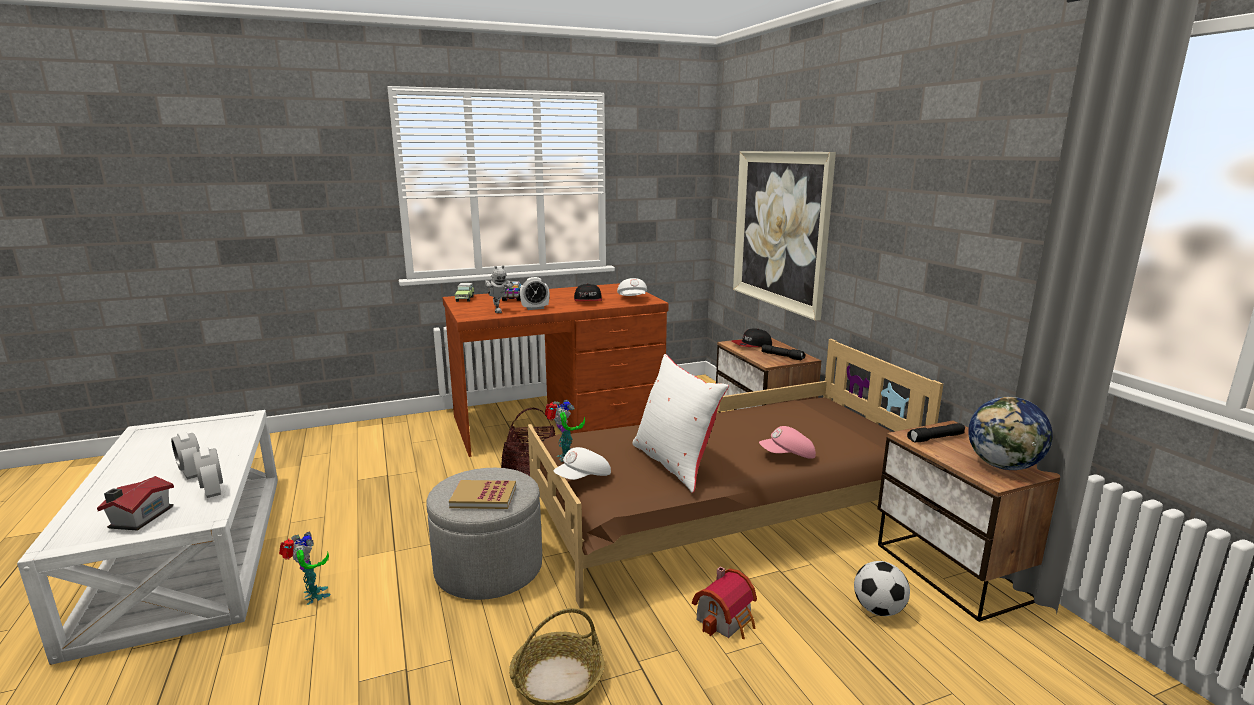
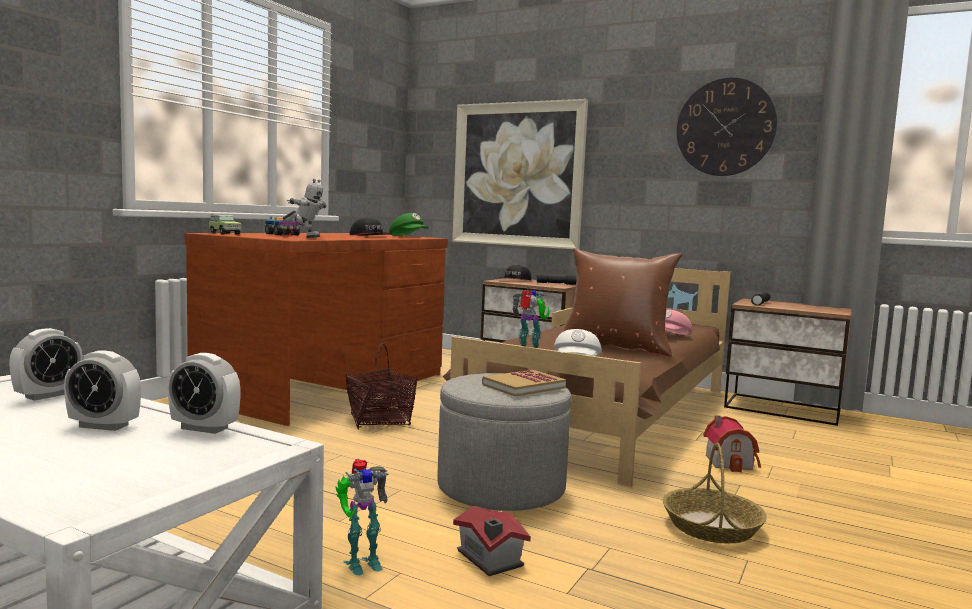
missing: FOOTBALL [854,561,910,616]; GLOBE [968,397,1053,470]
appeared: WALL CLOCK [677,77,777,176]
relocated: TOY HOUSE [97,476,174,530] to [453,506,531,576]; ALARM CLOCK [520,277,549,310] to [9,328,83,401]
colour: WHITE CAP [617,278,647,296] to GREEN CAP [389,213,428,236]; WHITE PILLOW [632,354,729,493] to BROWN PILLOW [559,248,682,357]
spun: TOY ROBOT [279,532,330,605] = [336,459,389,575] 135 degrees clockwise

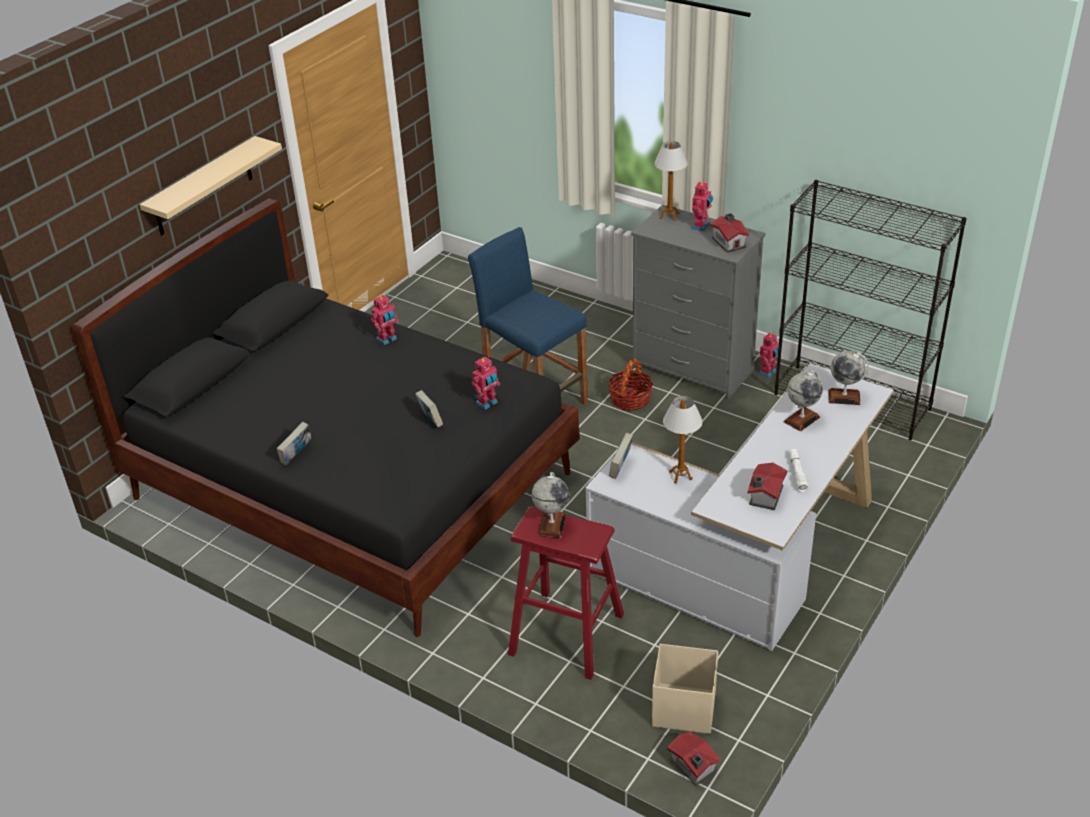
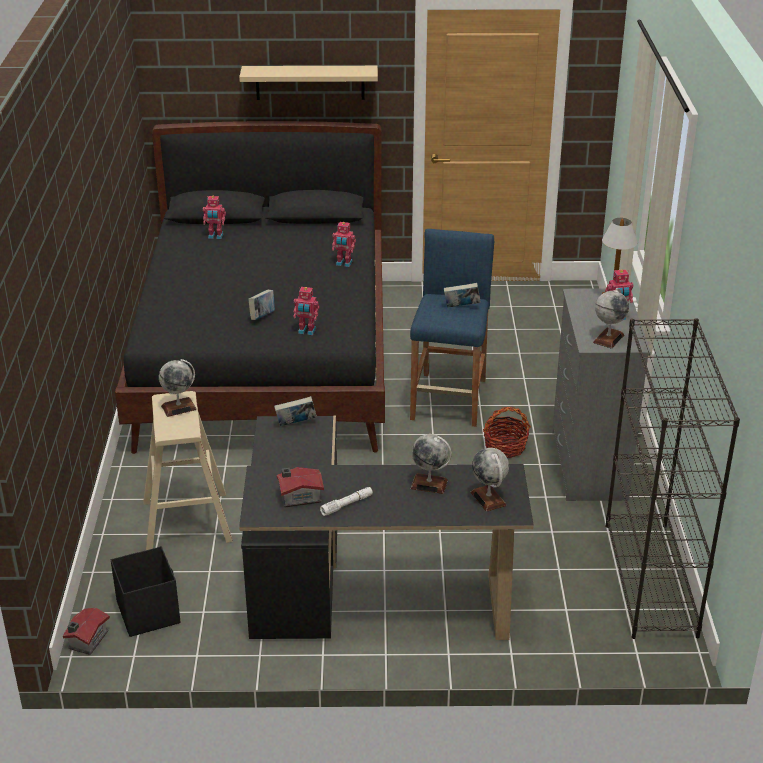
missing: TABLE LAMP [663,396,703,483]
relocated: BOOK [277,422,311,465] to [444,283,481,308]; TOY ROBOT [758,332,779,378] to [203,196,226,239]
exchanged: TOY HOUSE [710,213,750,253] to GLOBE [593,288,629,349]
colour: RED STOOL [508,506,624,680] to BEIGE STOOL [143,391,232,550]; WHITE DESK [585,363,894,651] to BLACK DESK [239,416,534,640]; BEIGE STORAGE BOX [652,644,718,734] to BLACK STORAGE BOX [111,546,180,637]

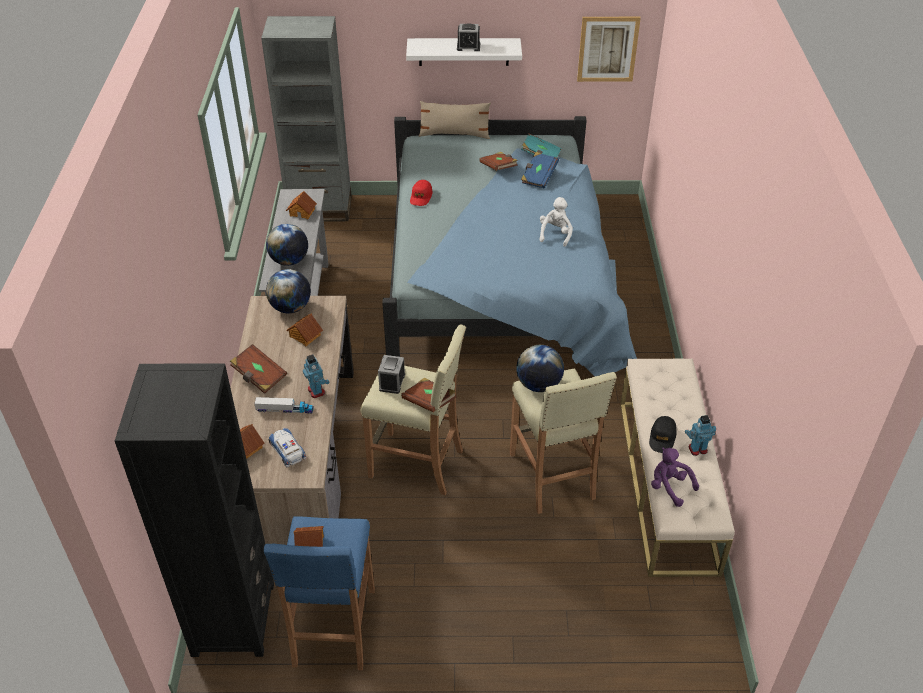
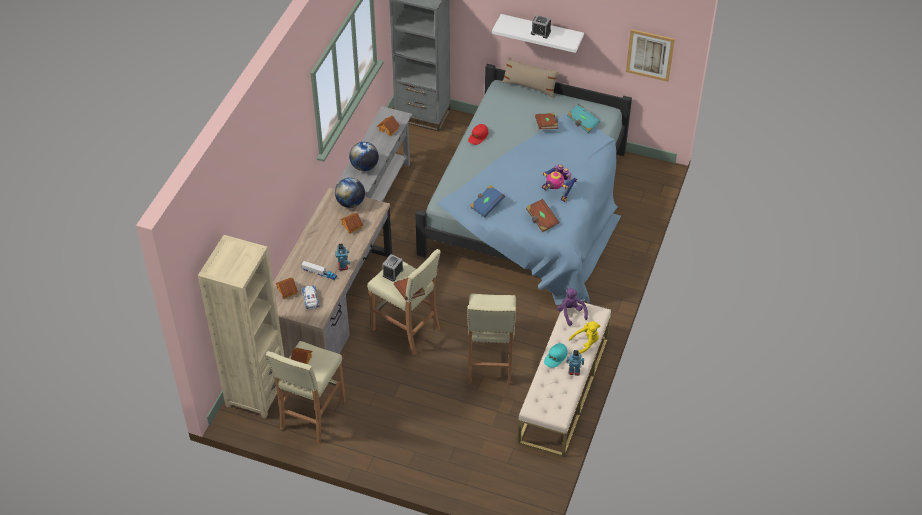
missing: GLOBE [516,345,564,392]
appeared: YELLOW PLUSH TOY [569,321,600,354]
relocated: BROWN BOOK [230,344,287,394] to [526,199,560,232]; BLUE BOOK [521,152,559,188] to [470,185,505,218]; PURPLE PLUSH TOY [651,448,699,507] to [557,287,588,326]
exchanged: WHITE PLUSH TOY [539,197,573,247] to TOY ROBOT [542,164,577,202]
colour: BLACK BOOKCASE [115,363,274,657] to BEIGE BOOKCASE [198,235,285,418]; BLUE STOOL [264,516,375,670] to BEIGE STOOL [266,341,346,443]; BLACK CAP [649,416,677,453] to TURQUOISE CAP [544,343,568,368]

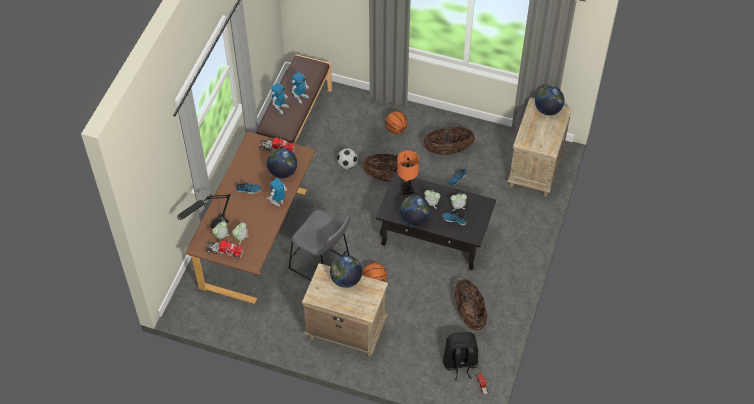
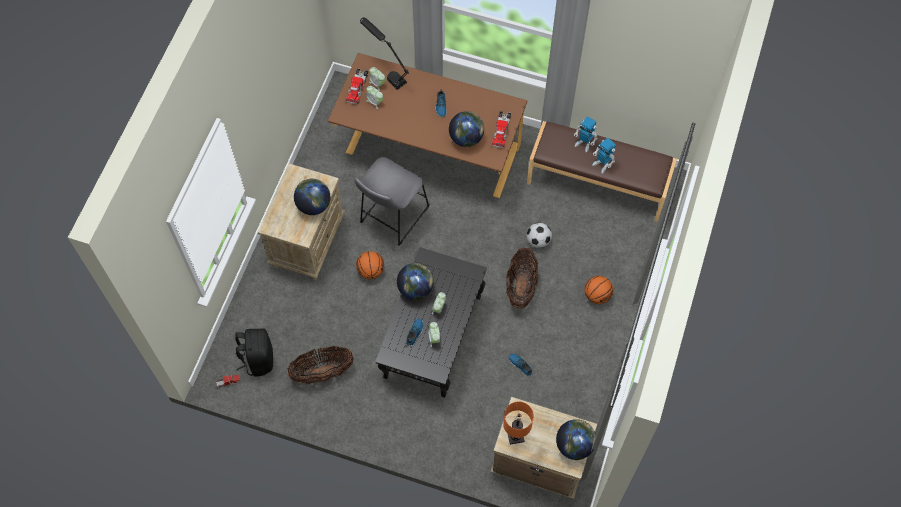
missing: TOY ROBOT [267,178,287,206]; BASKET [423,127,475,155]
relocated: ORANGE TABLE LAMP [397,150,419,195] to [503,401,534,445]

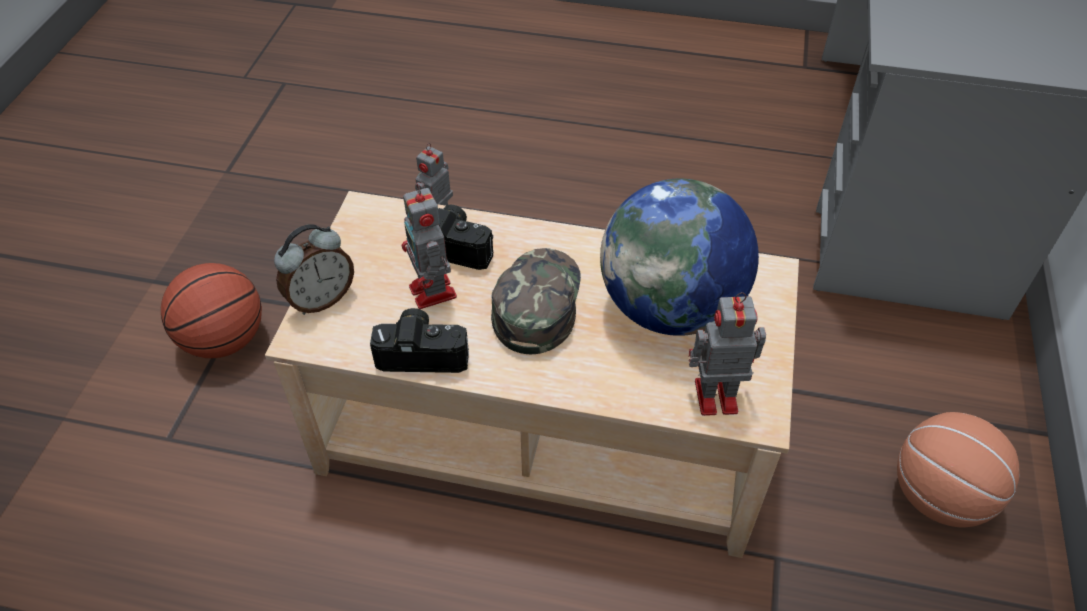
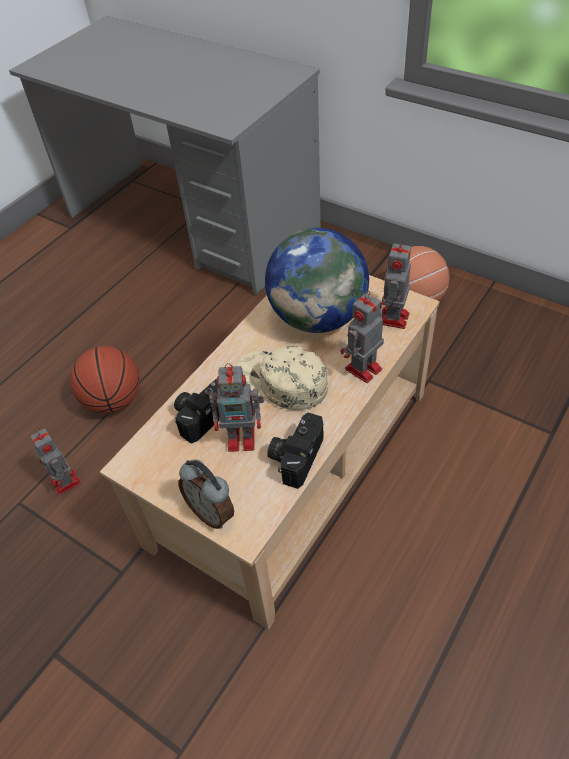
appeared: TOY ROBOT [341,291,384,383]
relocated: BASKETBALL [161,263,262,358] to [70,346,140,414]
colour: GREEN CAP [491,248,581,354] to BEIGE CAP [237,346,328,410]
spun: ALARM CLOCK [274,224,354,315] = [178,459,234,529] 150 degrees clockwise

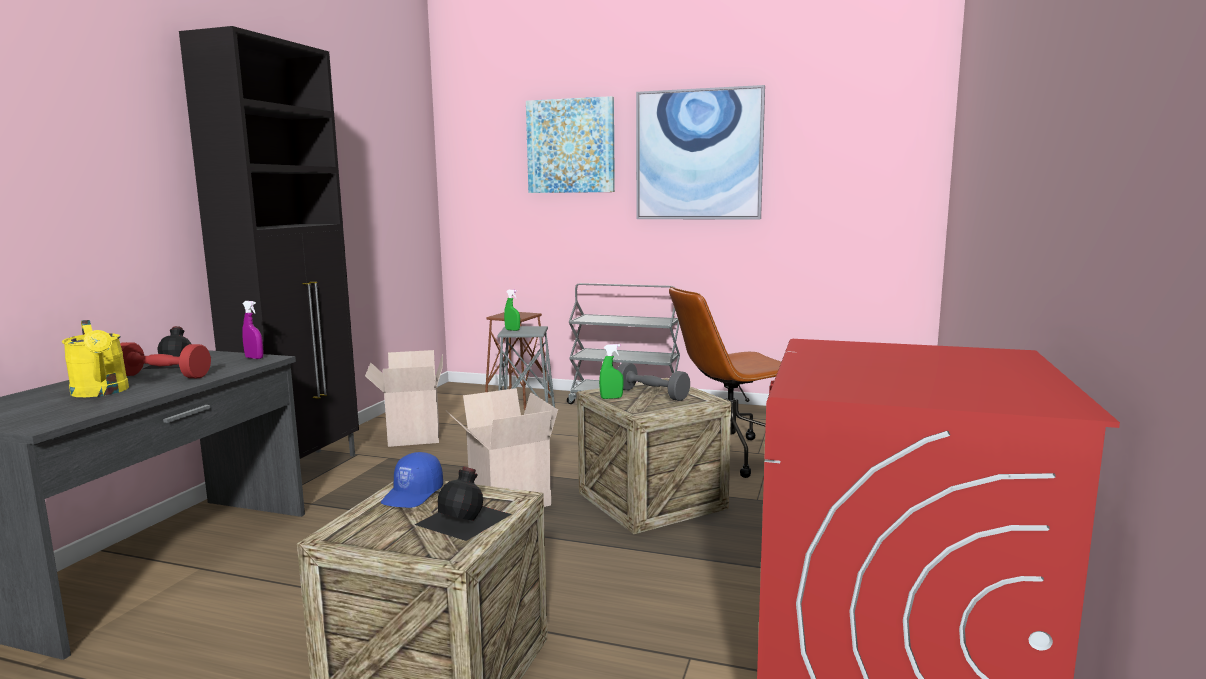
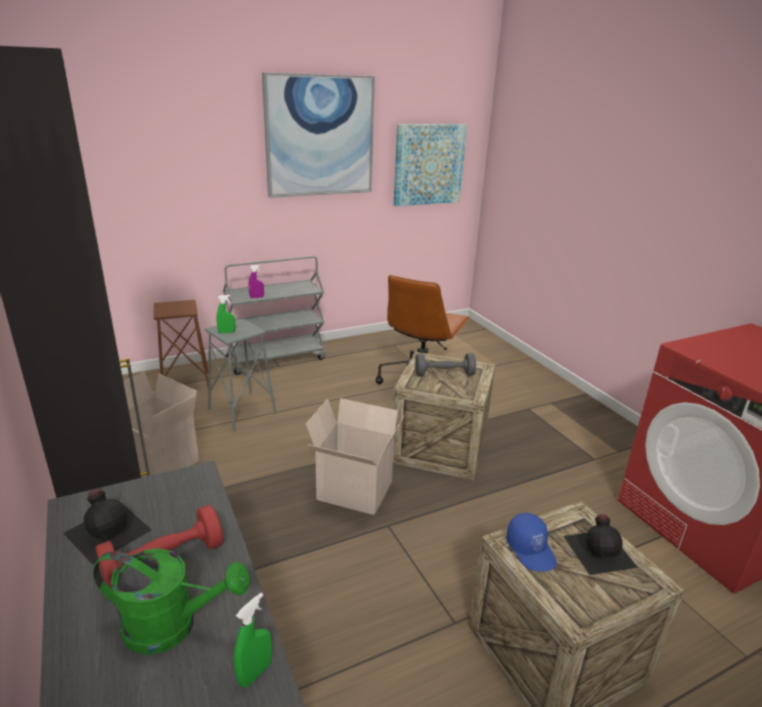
relocated: PURPLE SPRAY BOTTLE [242,301,264,359] to [248,265,264,298]; PICTURE [526,96,615,193] to [394,124,467,206]; GREEN SPRAY BOTTLE [599,344,624,399] to [234,593,272,687]
colour: YELLOW WATERING CAN [62,320,129,397] to GREEN WATERING CAN [93,549,250,655]

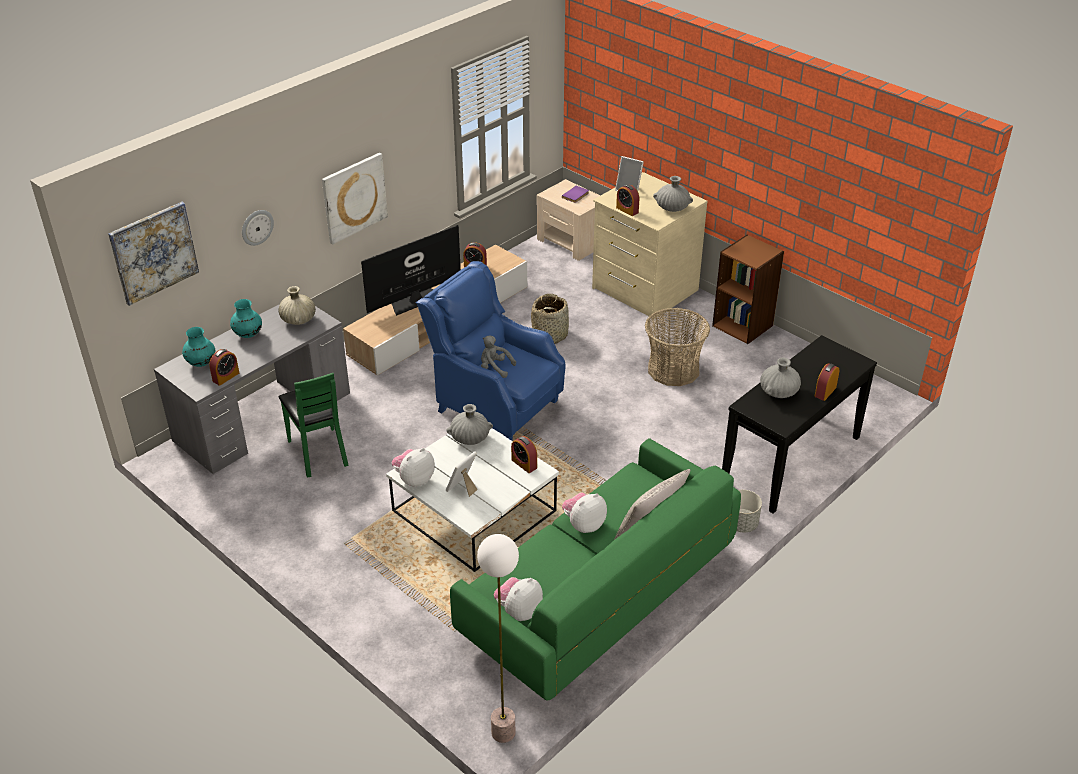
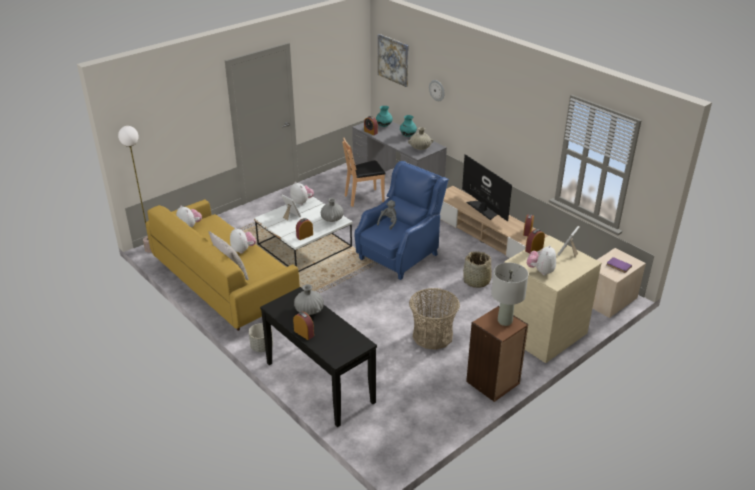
missing: PICTURE [322,153,388,245]
appeared: GREY TABLE LAMP [491,263,528,326]
exchanged: GREY VASE [653,176,693,212] to PLUSH TOY [527,245,556,275]
colour: GREEN CHAIR [279,373,348,478] to BROWN CHAIR [342,138,386,207]; GREEN SOFA [450,438,741,701] to YELLOW SOFA [146,199,300,331]

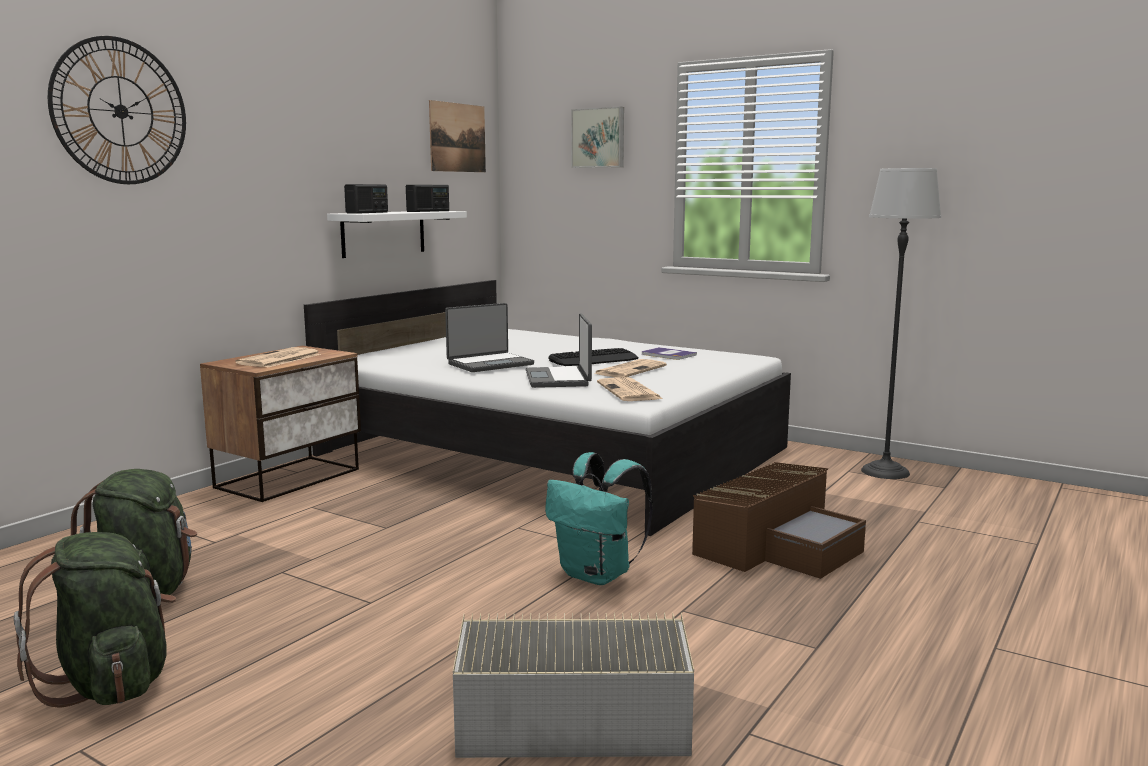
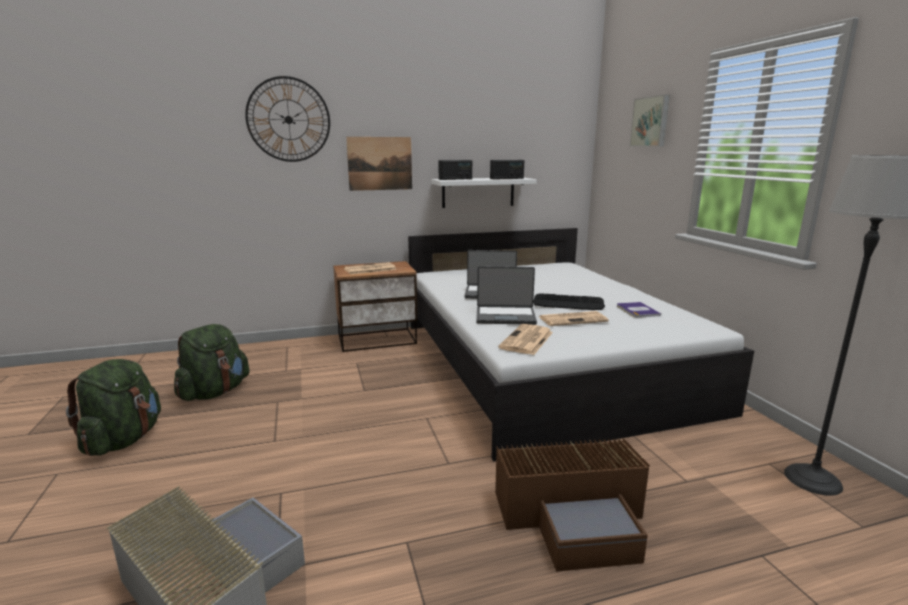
missing: TURQUOISE BACKPACK [545,452,653,585]
relocated: PICTURE [429,100,486,172] to [346,137,412,191]
spun: LAPTOP [526,313,592,388] = [476,266,537,325] 120 degrees counterclockwise

